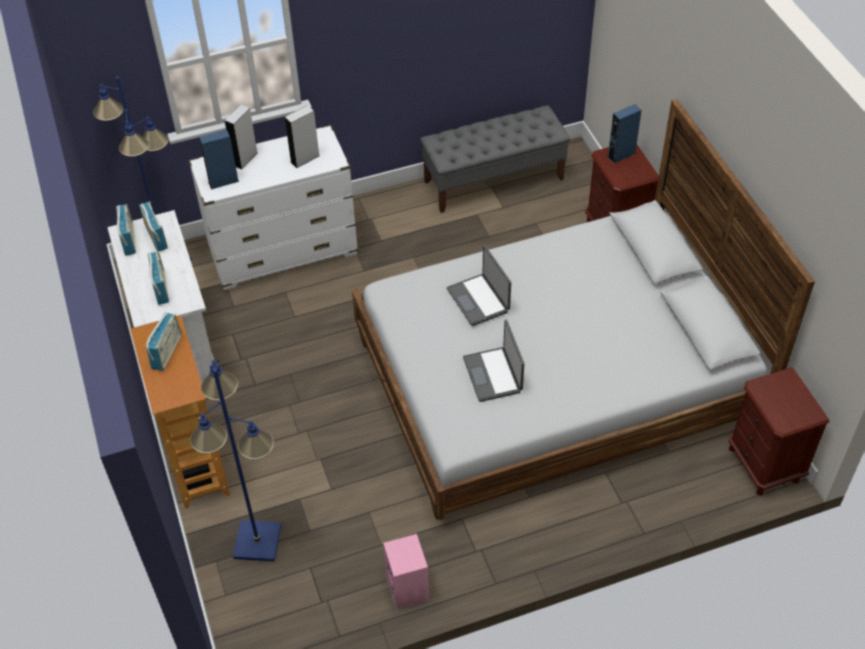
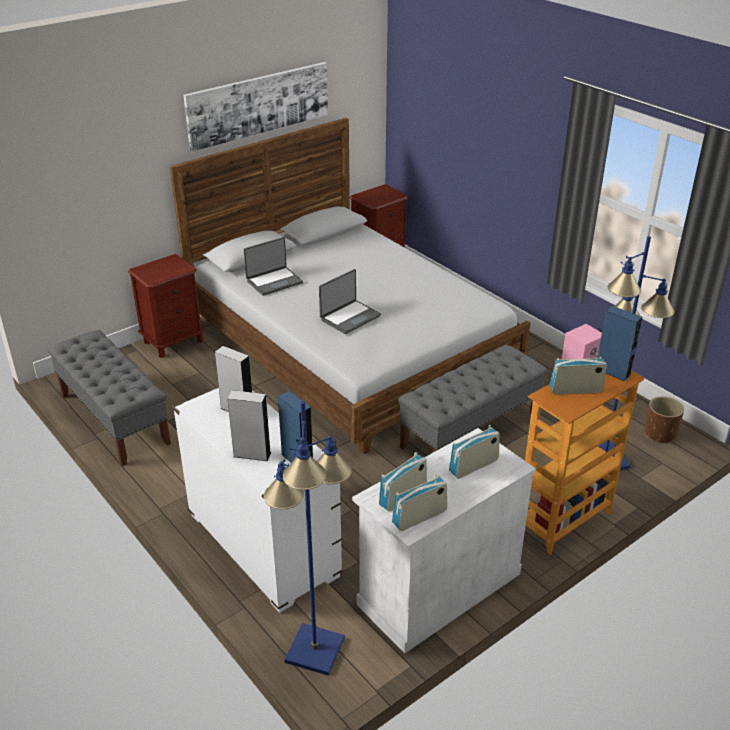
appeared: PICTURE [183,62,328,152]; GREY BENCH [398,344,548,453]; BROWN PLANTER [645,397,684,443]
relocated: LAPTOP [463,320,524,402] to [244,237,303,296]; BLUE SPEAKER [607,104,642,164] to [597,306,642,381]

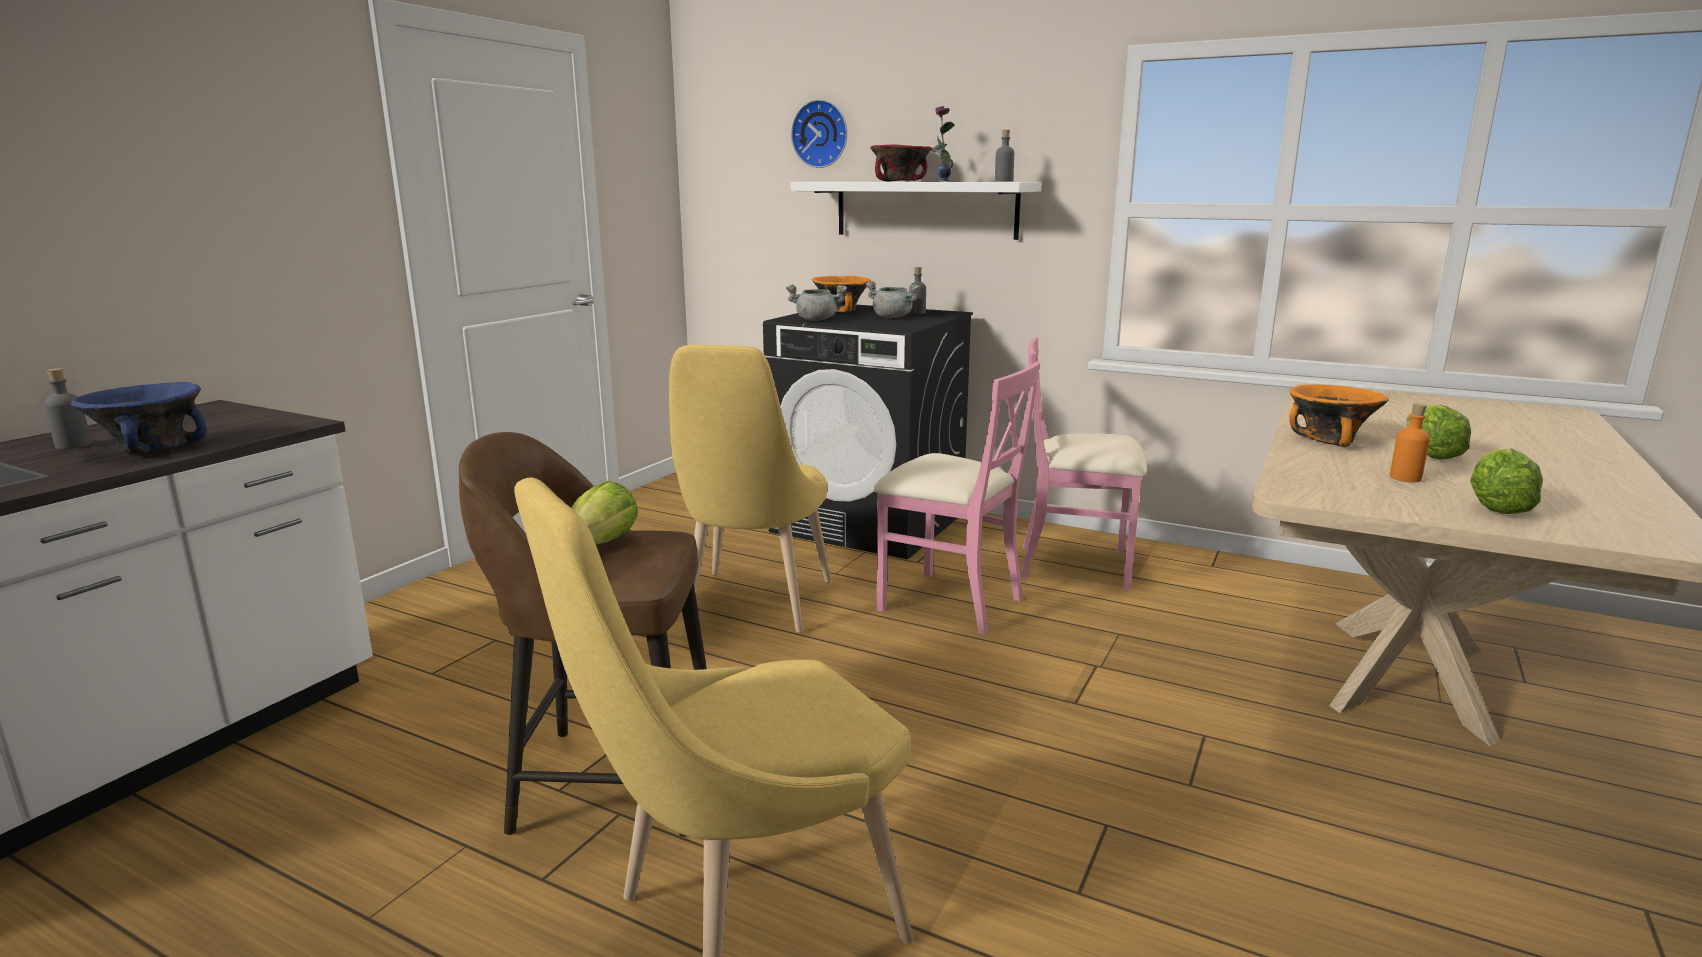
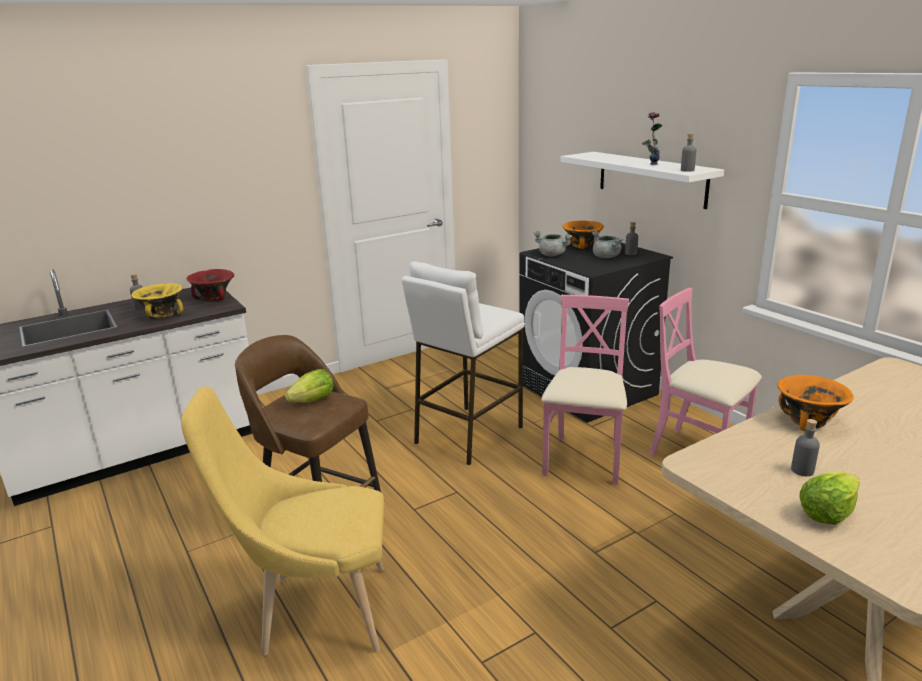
missing: WALL CLOCK [791,99,847,168]; LETTUCE [1407,404,1471,460]
relocated: RED BOWL [870,144,932,181] to [187,269,234,301]
exchanged: YELLOW CHAIR [669,345,831,633] to WHITE STOOL [402,261,525,466]
colour: BLUE BOWL [71,382,207,454] to YELLOW BOWL [131,283,183,319]; ORANGE BOTTLE [1390,403,1430,482] to GREY BOTTLE [791,419,820,476]
spun: PINK CHAIR [873,362,1040,635] = [541,295,629,485] 135 degrees counterclockwise

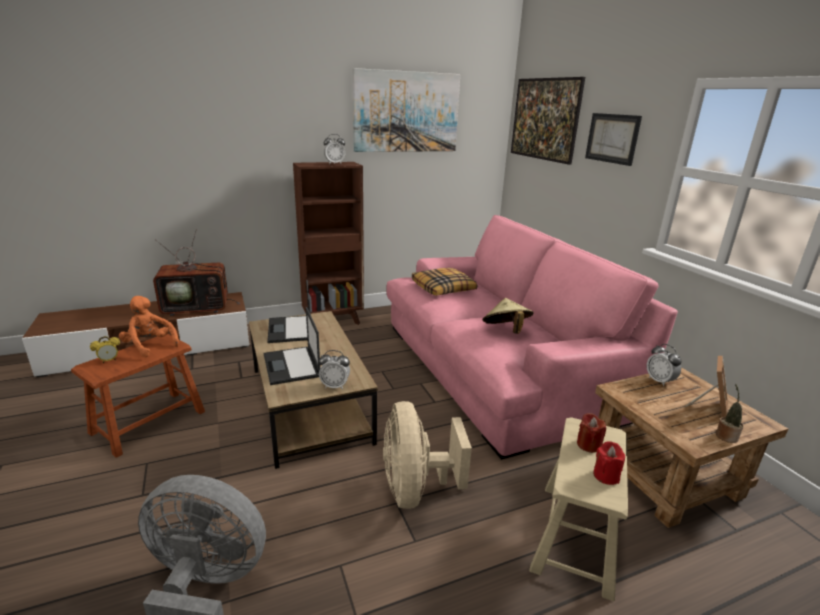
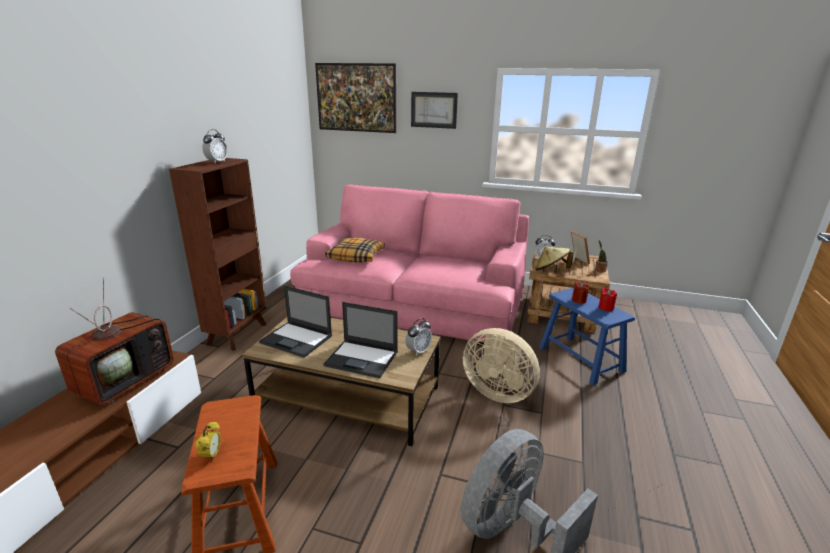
missing: ORANGE PLUSH TOY [119,296,179,357]; PICTURE [353,68,460,152]
relocated: BEIGE HAT [483,298,534,334] to [535,246,574,270]
colour: BEIGE STOOL [529,417,628,601] to BLUE STOOL [539,287,635,385]

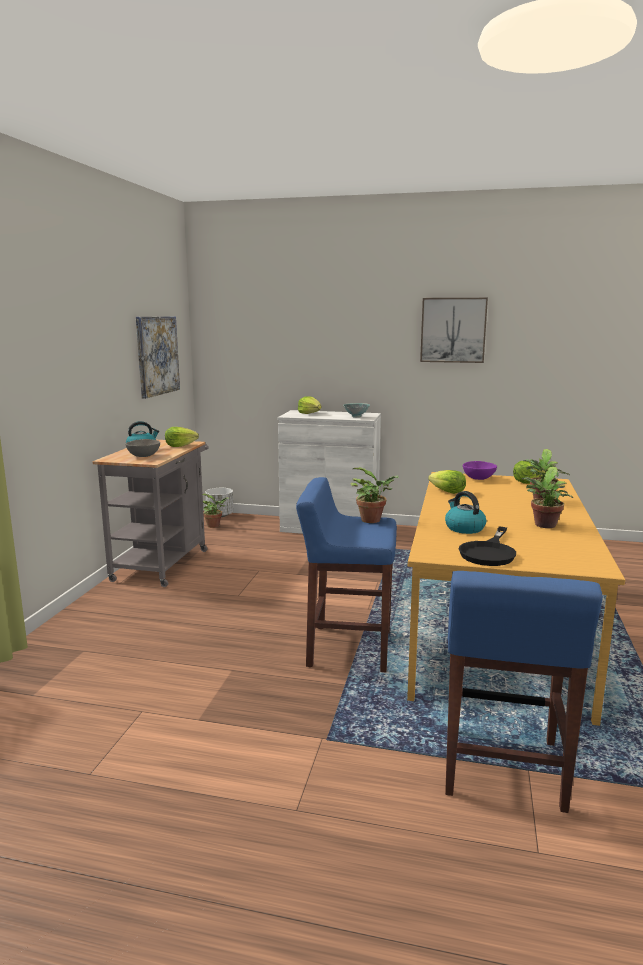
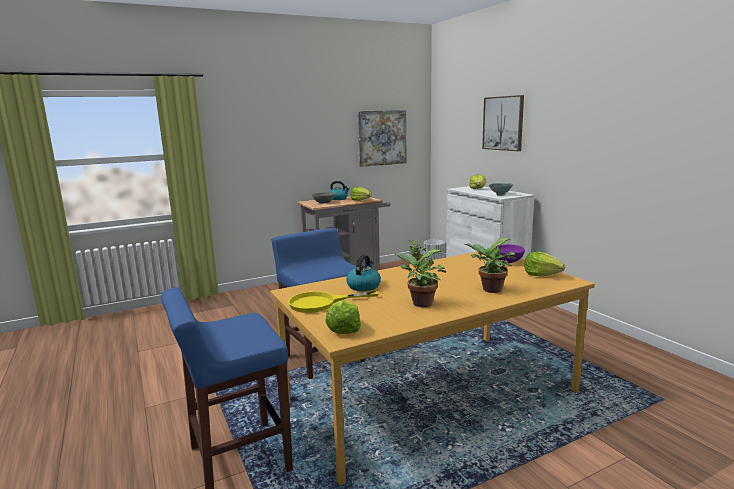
missing: POTTED PLANT [350,467,399,523]
relocated: PICTURE [420,298,488,363] to [482,95,524,151]; LETTUCE [428,470,466,494] to [325,300,361,334]
colour: BLACK FRYING PAN [459,527,516,566] to YELLOW FRYING PAN [288,291,379,313]

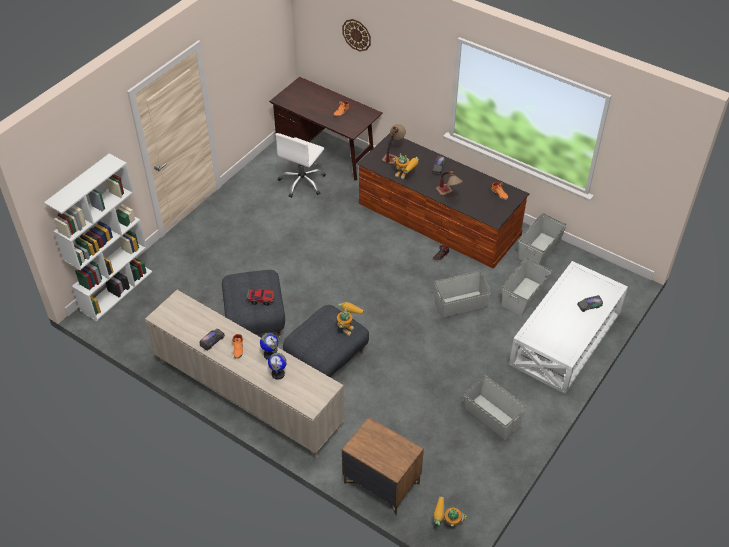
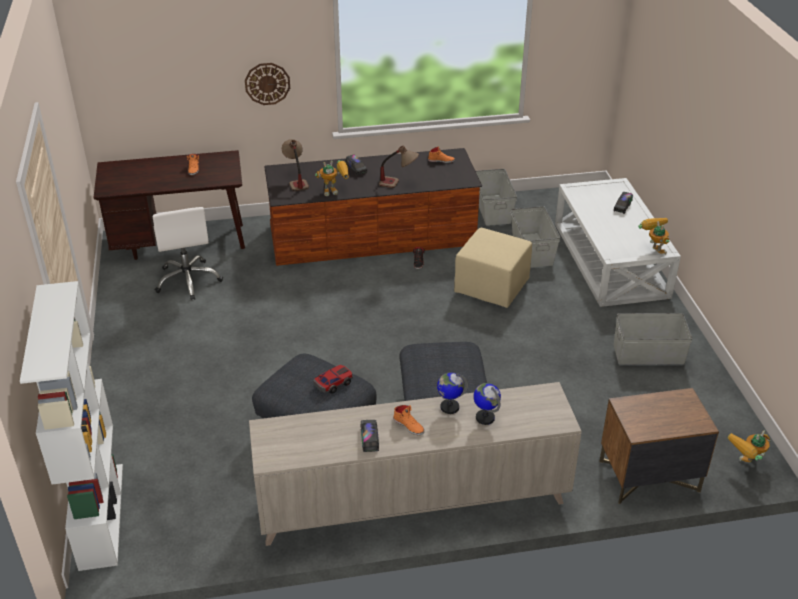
relocated: TOY ROBOT [337,302,364,336] to [638,218,669,255]; WALL CLOCK [342,19,371,51] to [245,63,290,105]
exchanged: GREY STORAGE BOX [435,271,491,318] to BEIGE OTTOMAN [454,228,532,308]

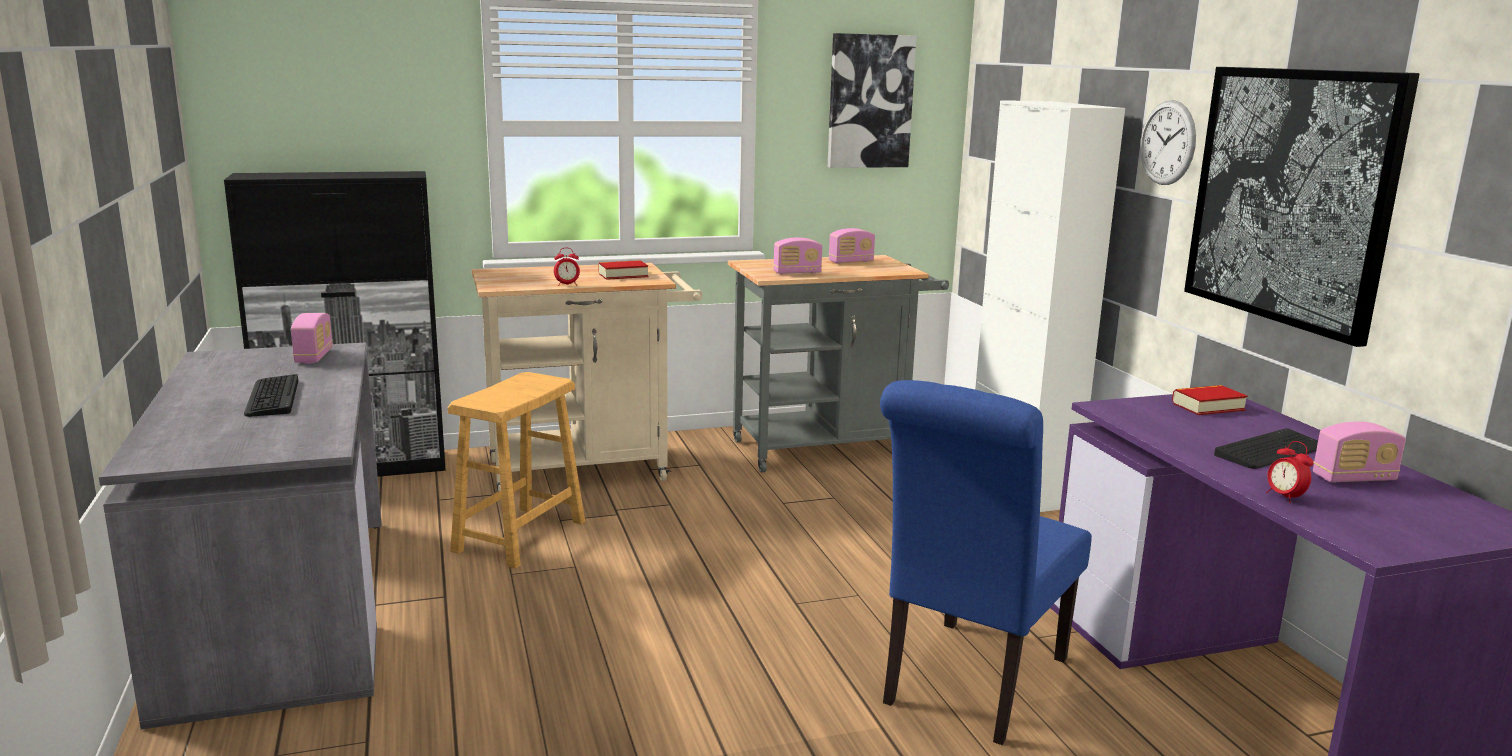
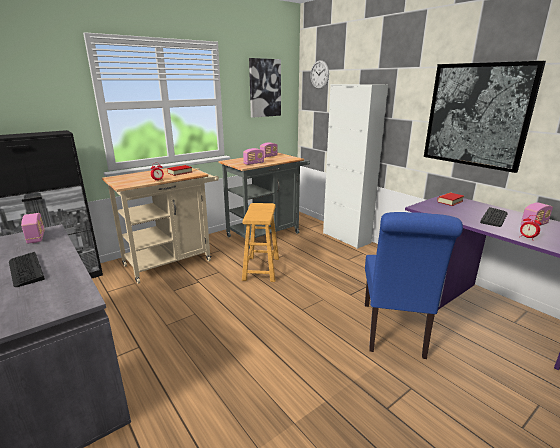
relocated: BROWN STOOL [448,372,585,568] to [242,203,279,282]; WALL CLOCK [1140,100,1196,185] to [310,60,329,89]

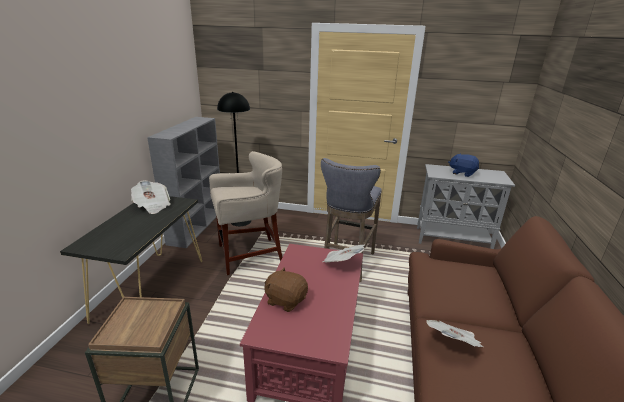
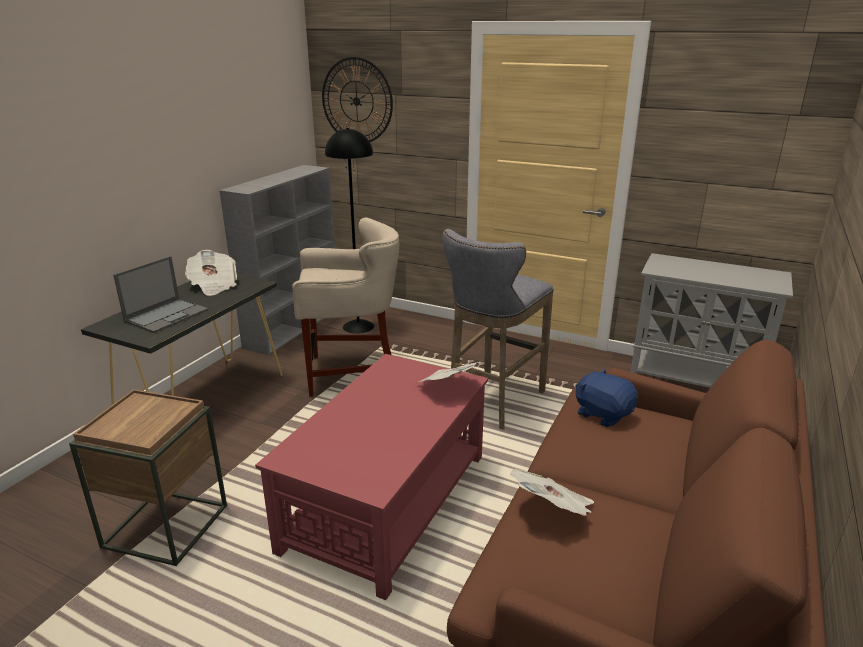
missing: BROWN PLUSH TOY [265,267,308,312]
appeared: LAPTOP [113,256,208,333]; WALL CLOCK [322,57,393,142]
relocated: BLUE PLUSH TOY [448,154,479,177] to [575,369,638,427]

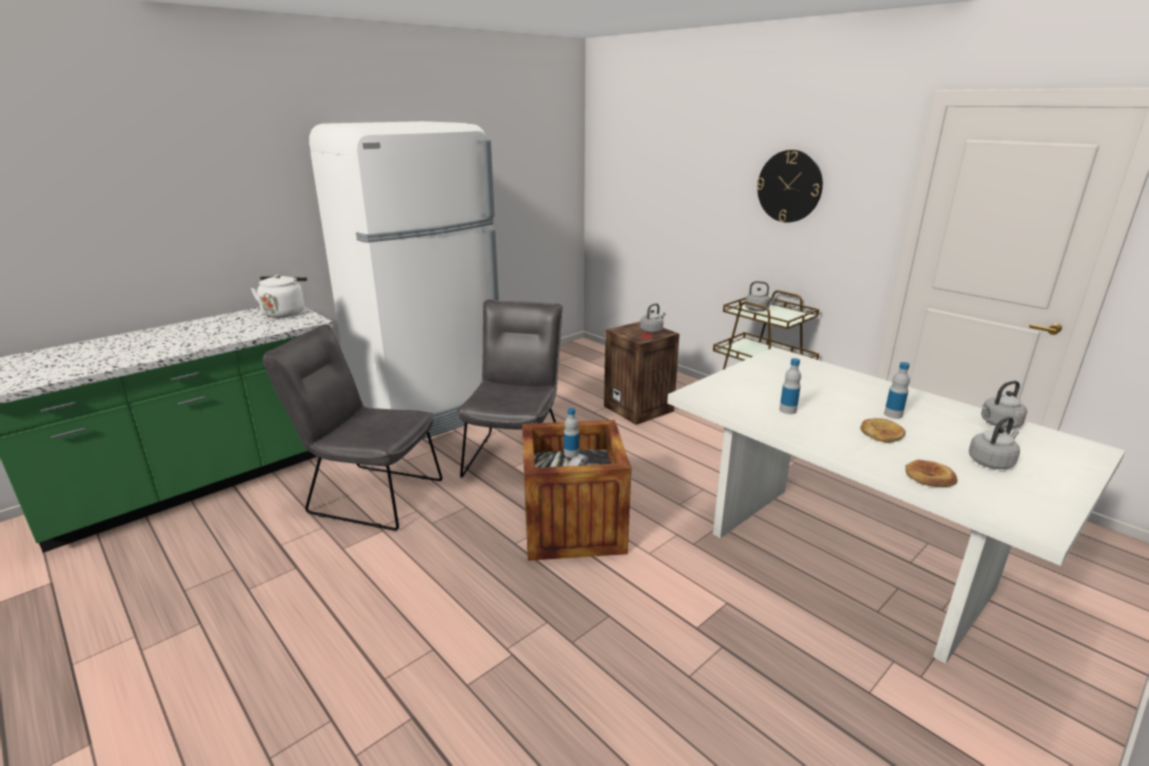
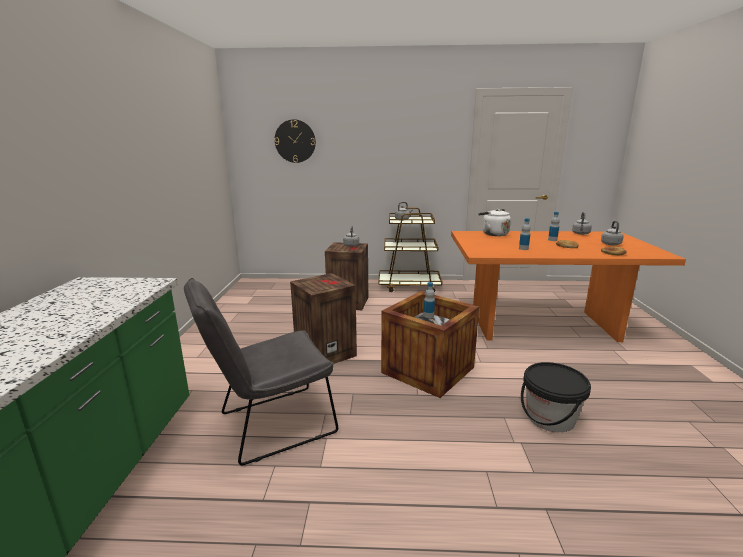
missing: WHITE FRIDGE [309,121,499,439]
appeared: BLACK BUCKET [521,362,591,433]
relocated: WHITE KETTLE [251,275,307,318] to [478,209,511,236]; WALL CLOCK [757,150,823,223] to [274,119,316,163]
exchanged: GREY CHAIR [457,299,563,478] to CRATE [290,273,357,364]
colour: WHITE DINING TABLE [667,347,1125,664] to ORANGE DINING TABLE [451,231,686,342]

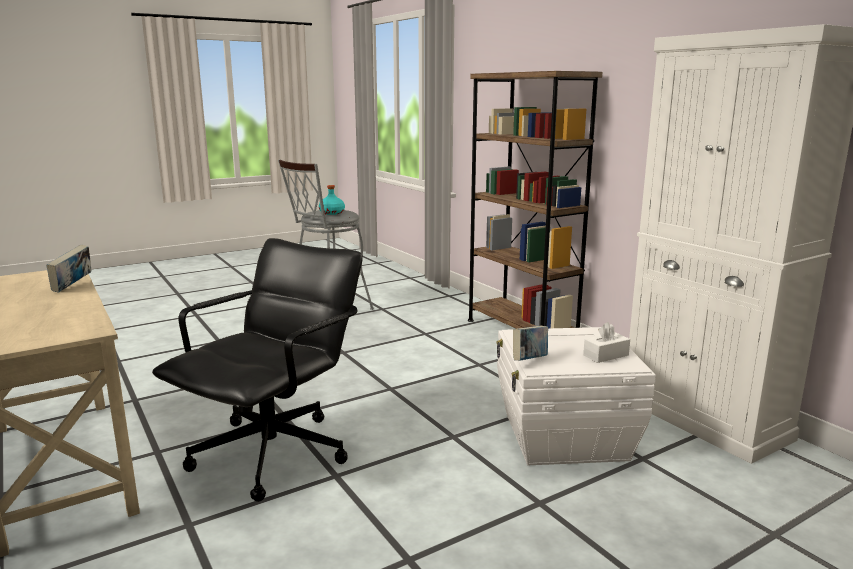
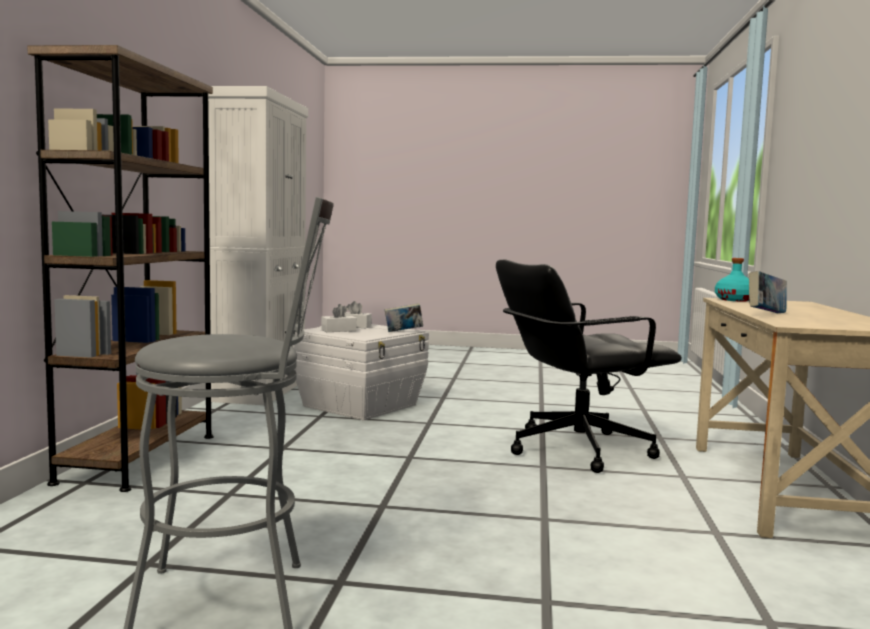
appeared: WHITE TISSUE BOX [321,304,357,332]
relocated: TURQUOISE BOTTLE [319,185,345,215] to [715,258,749,301]

